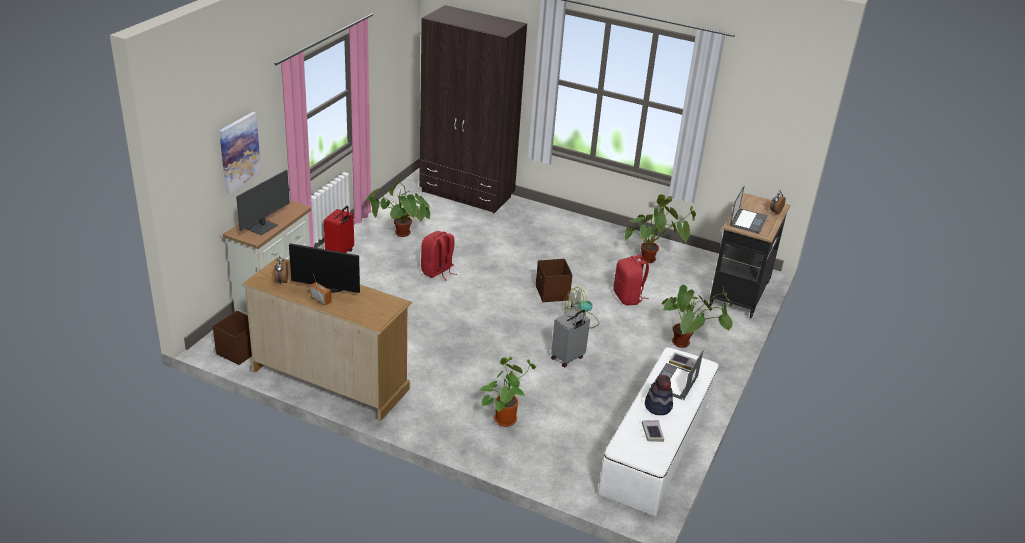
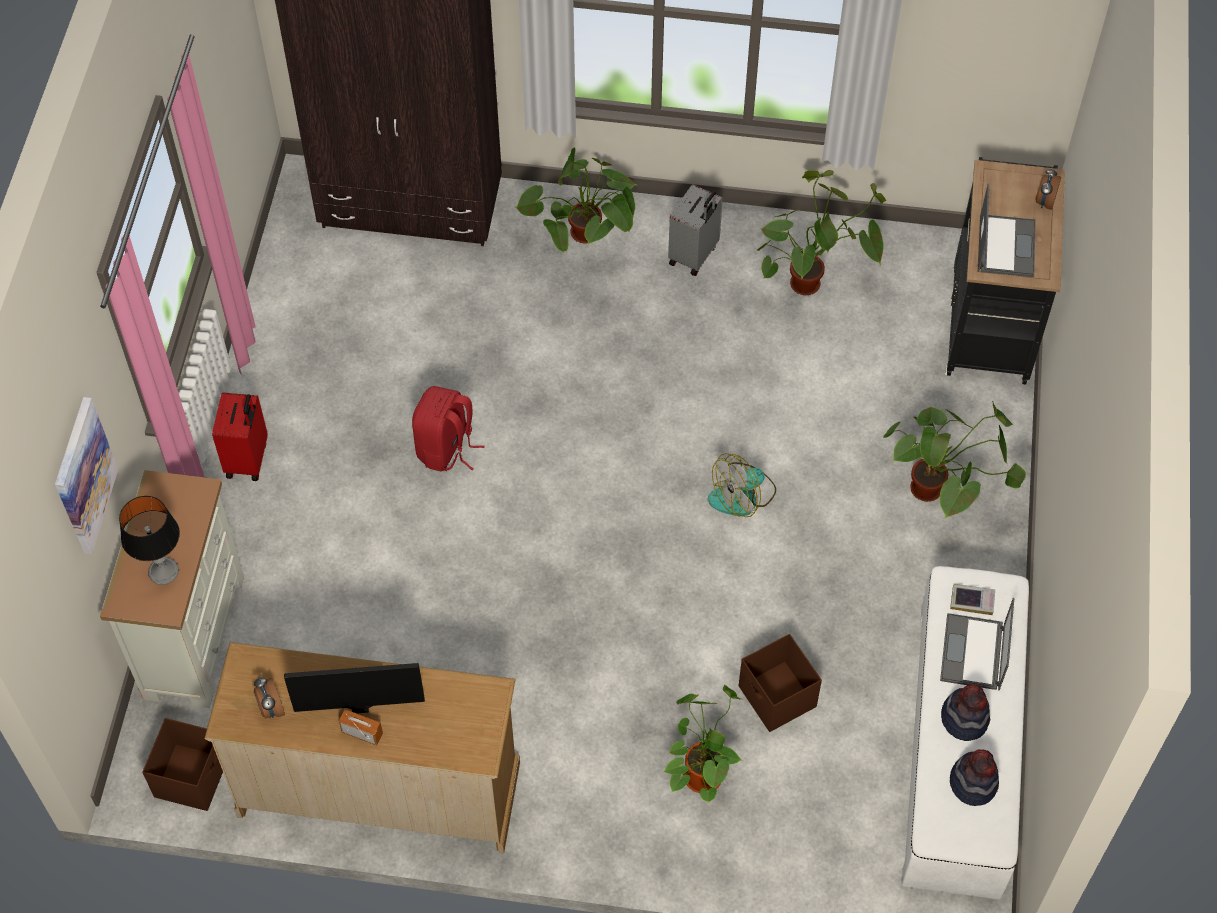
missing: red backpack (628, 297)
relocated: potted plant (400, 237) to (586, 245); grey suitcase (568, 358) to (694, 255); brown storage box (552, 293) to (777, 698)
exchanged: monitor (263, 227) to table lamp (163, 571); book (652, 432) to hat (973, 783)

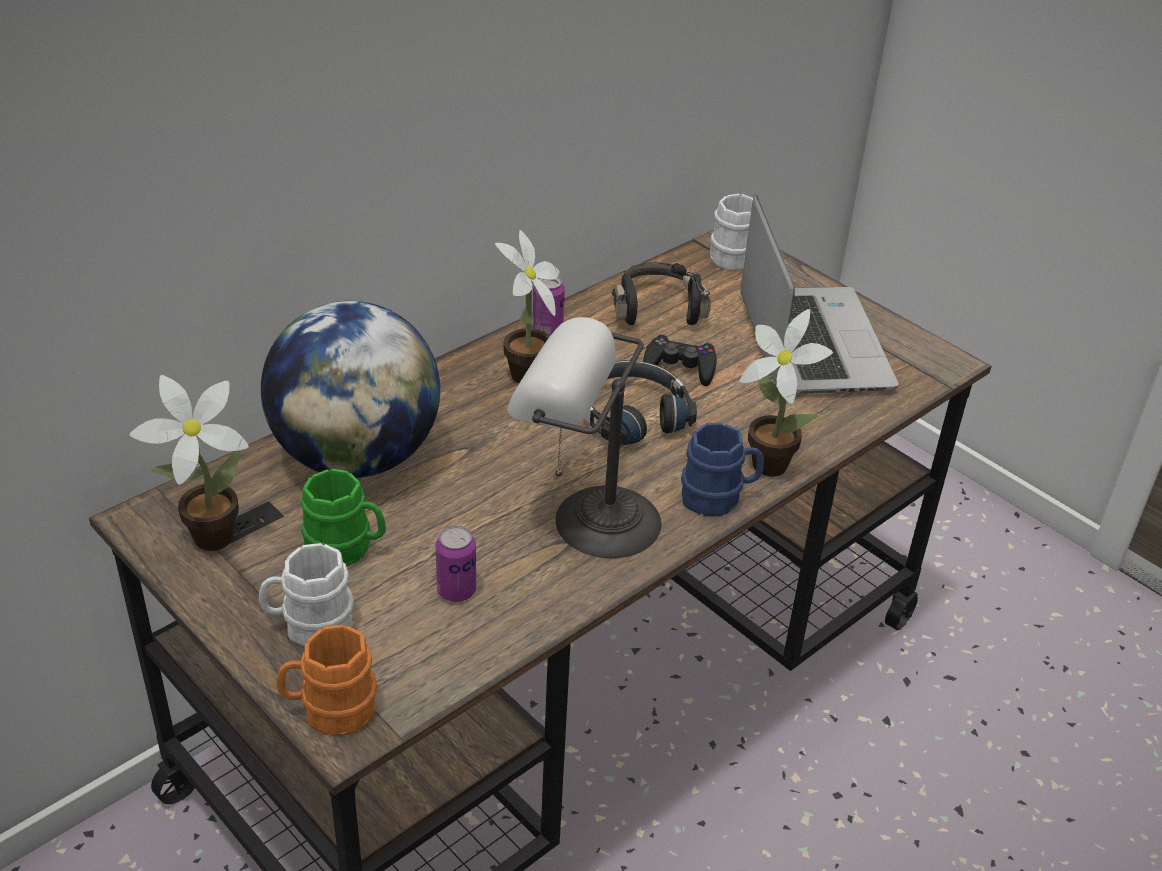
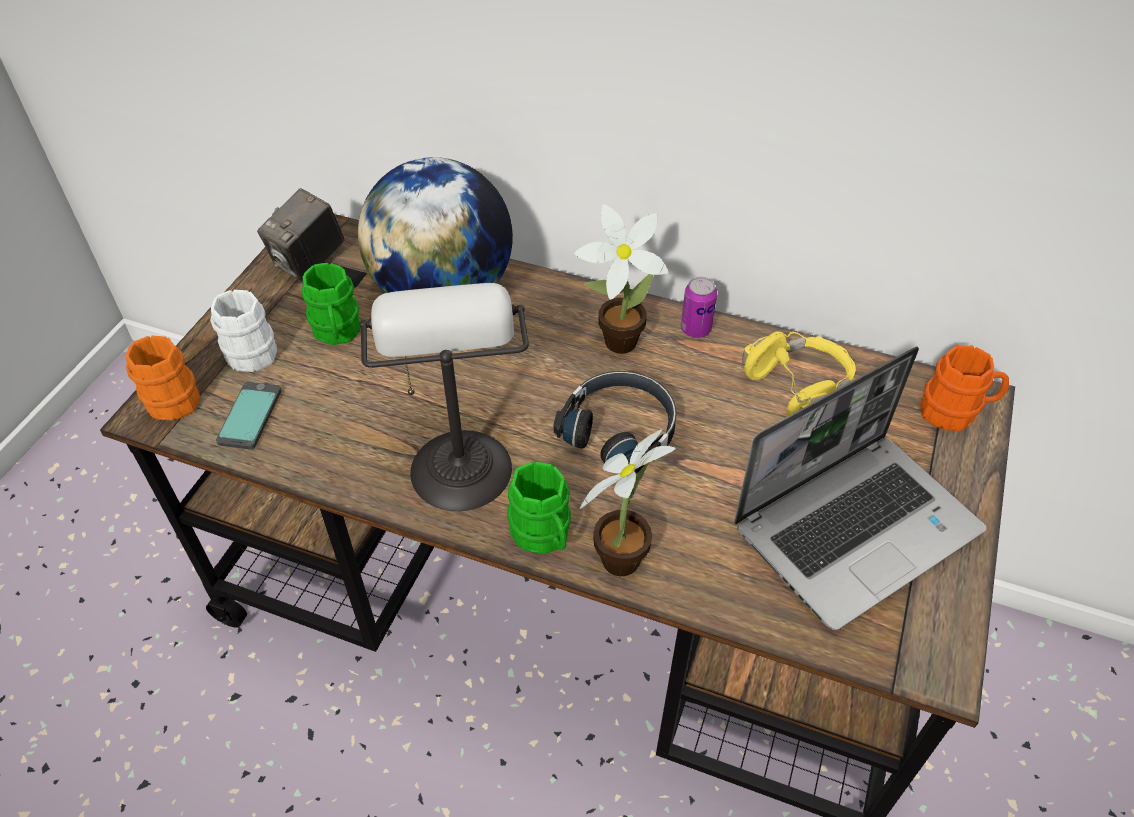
missing: can (456, 590); black game controller (679, 367)
appeared: phone (249, 416)
exchanged: potted plant (206, 538) to photo camera (309, 262)
colour: blue mug (718, 497) to green mug (544, 536); black headphones (657, 309) to yellow headphones (799, 388); white mug (735, 255) to orange mug (956, 412)

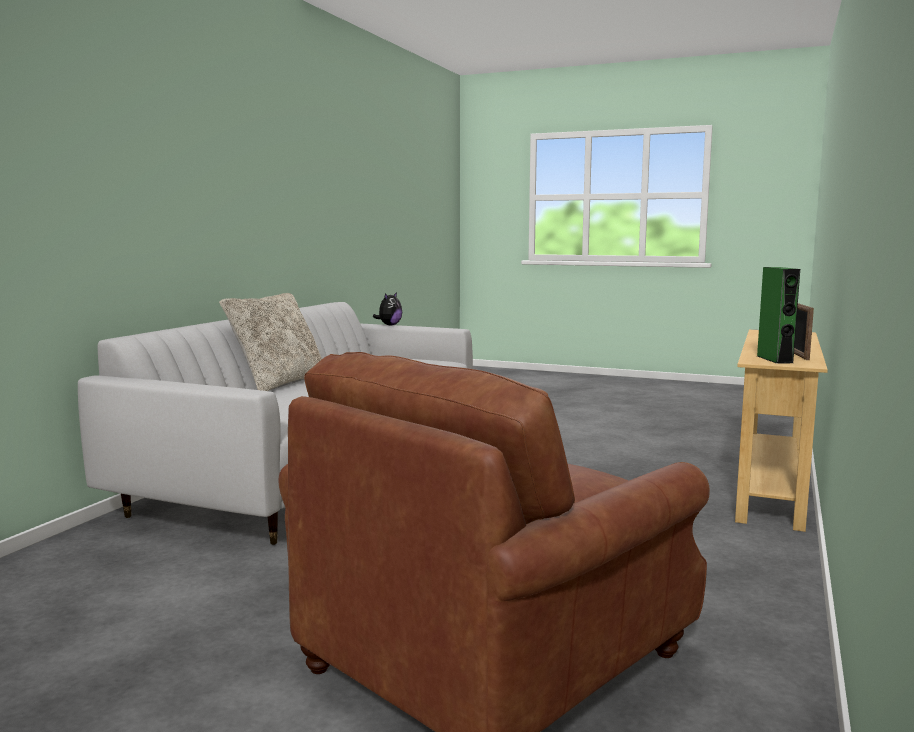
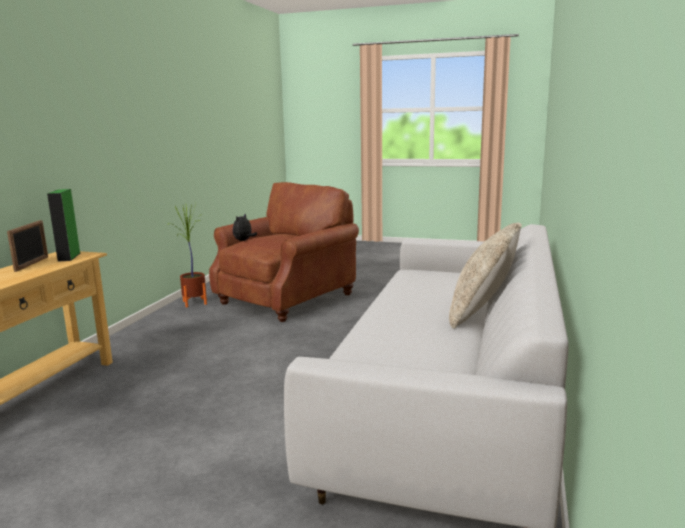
appeared: potted plant (194, 303)
relocated: plush toy (389, 325) to (244, 240)

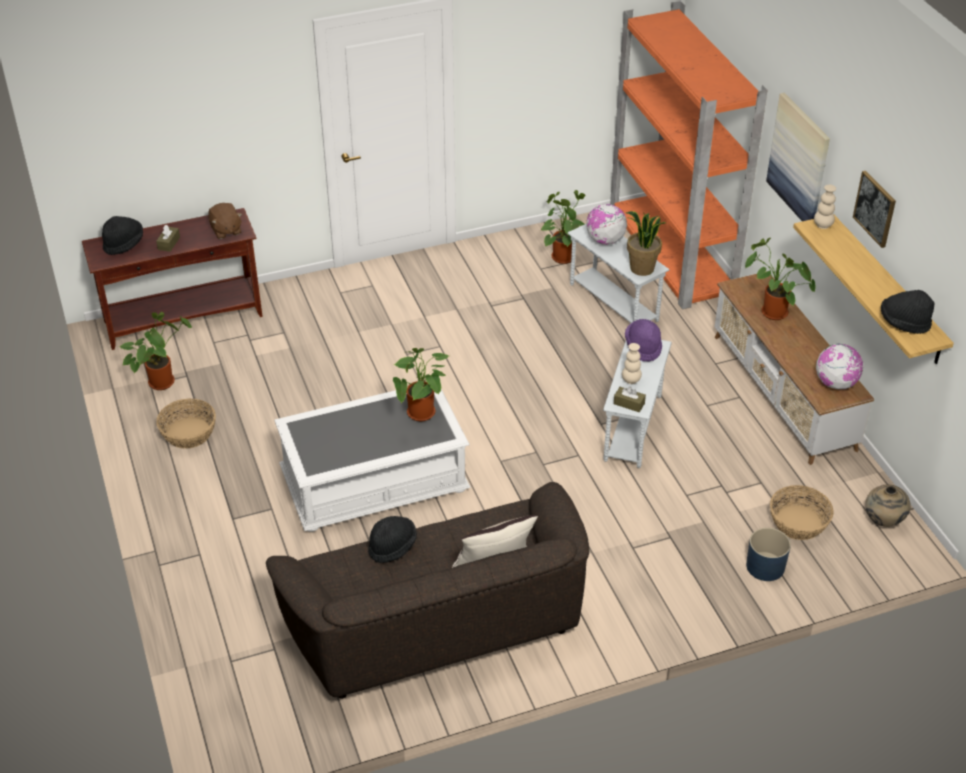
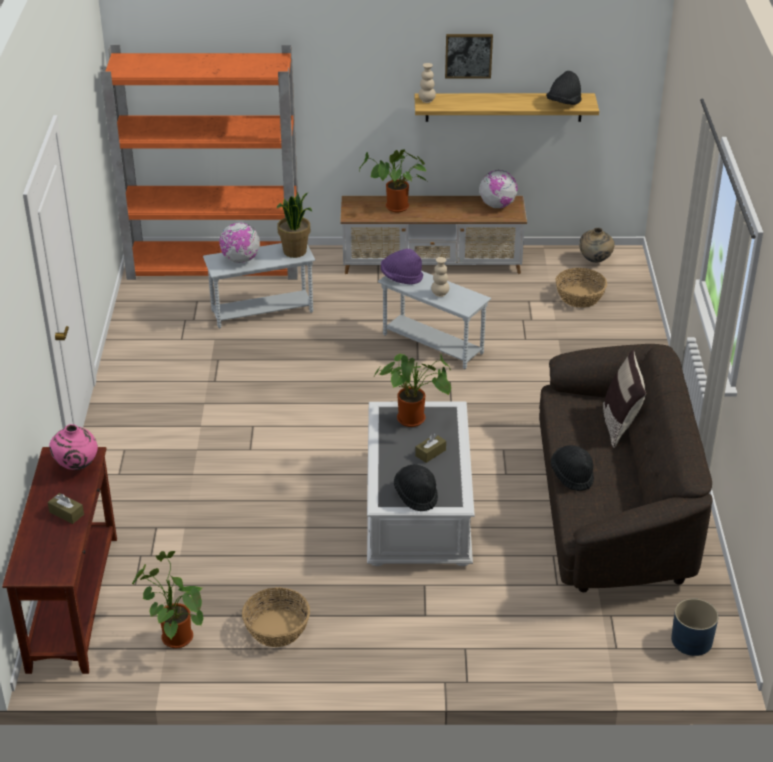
missing: potted plant (561, 256); picture (799, 160)
relocated: black hat (124, 244) to (416, 495); brown tissue box (629, 403) to (430, 453); blue planter (765, 567) to (692, 641)
exchanged: brown plush toy (226, 230) to pink vase (76, 466)

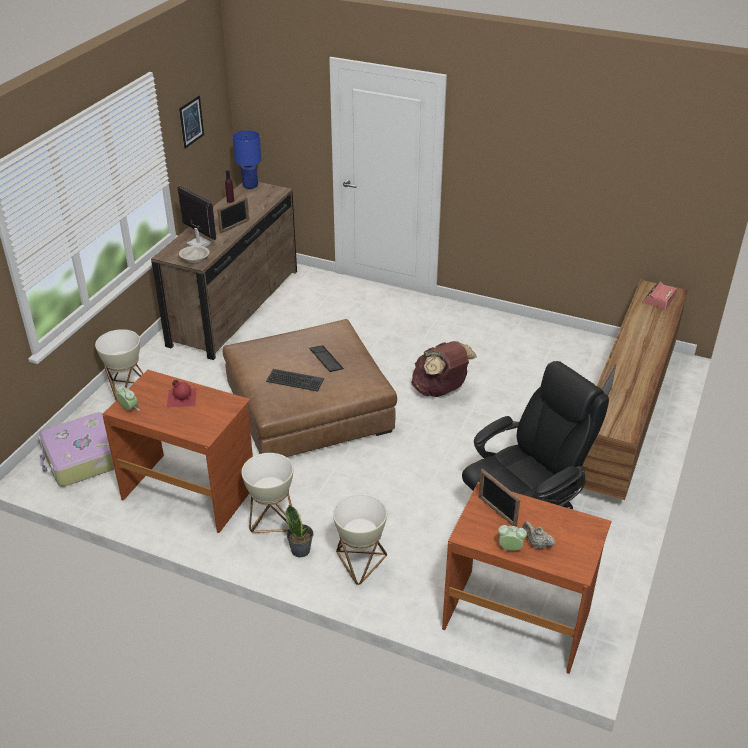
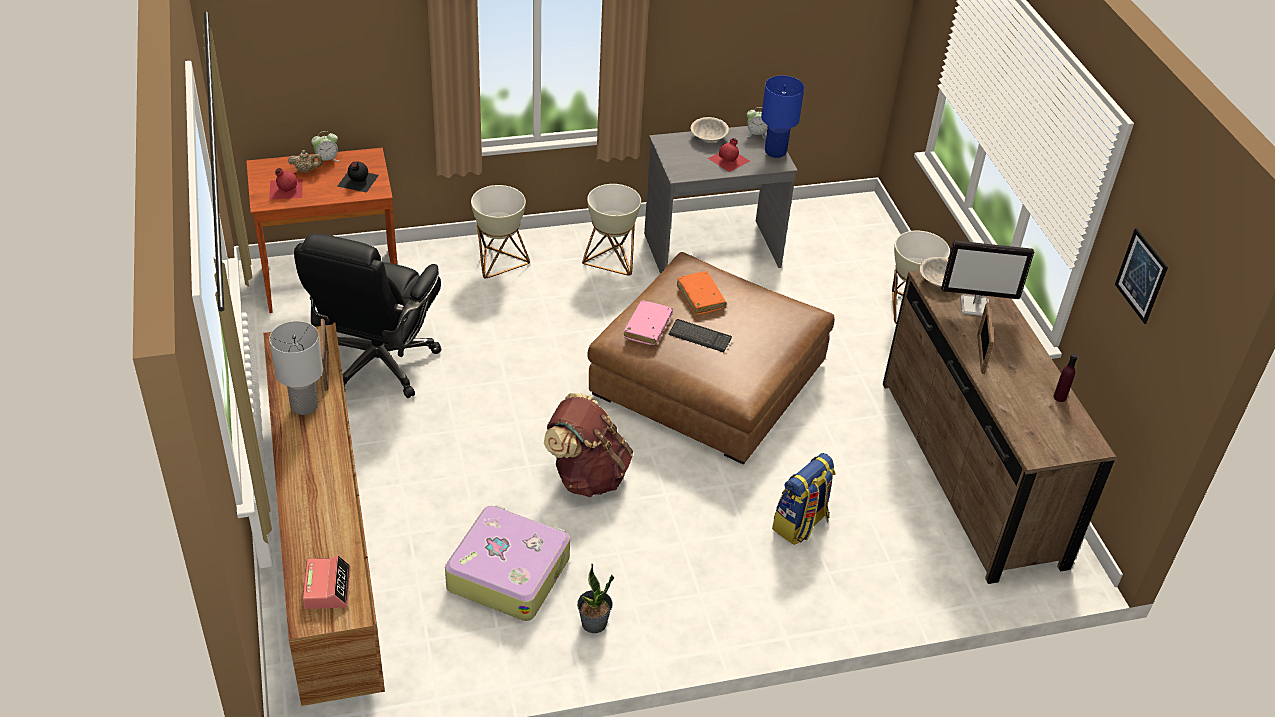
appeared: red bottle (285, 188); grey table lamp (304, 408); pink book (648, 327); beige bowl (708, 137); backpack (800, 524)
relocated: suitcase (83, 459) to (508, 572); potted plant (301, 550) to (594, 623); blue table lamp (250, 187) to (775, 153)
exchanged: picture frame (497, 511) to black bottle (357, 180); keyboard (295, 381) to orange book (700, 297)
colour: brown desk (190, 491) to grey desk (712, 251)

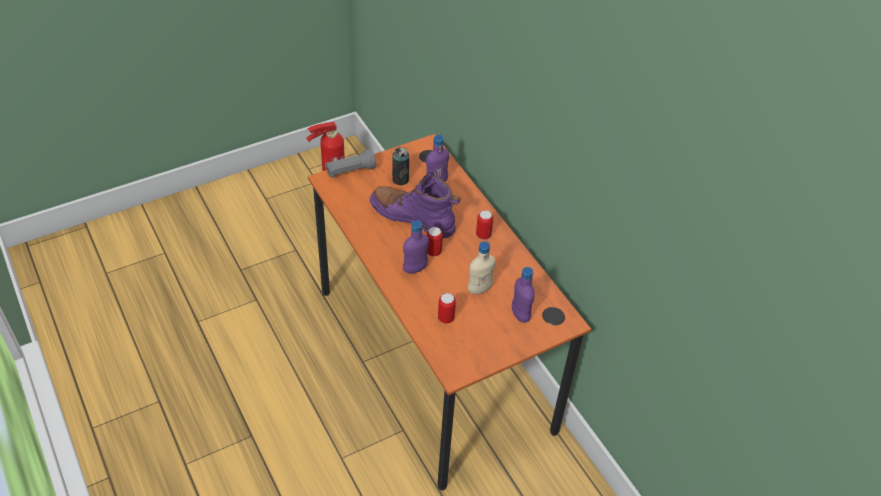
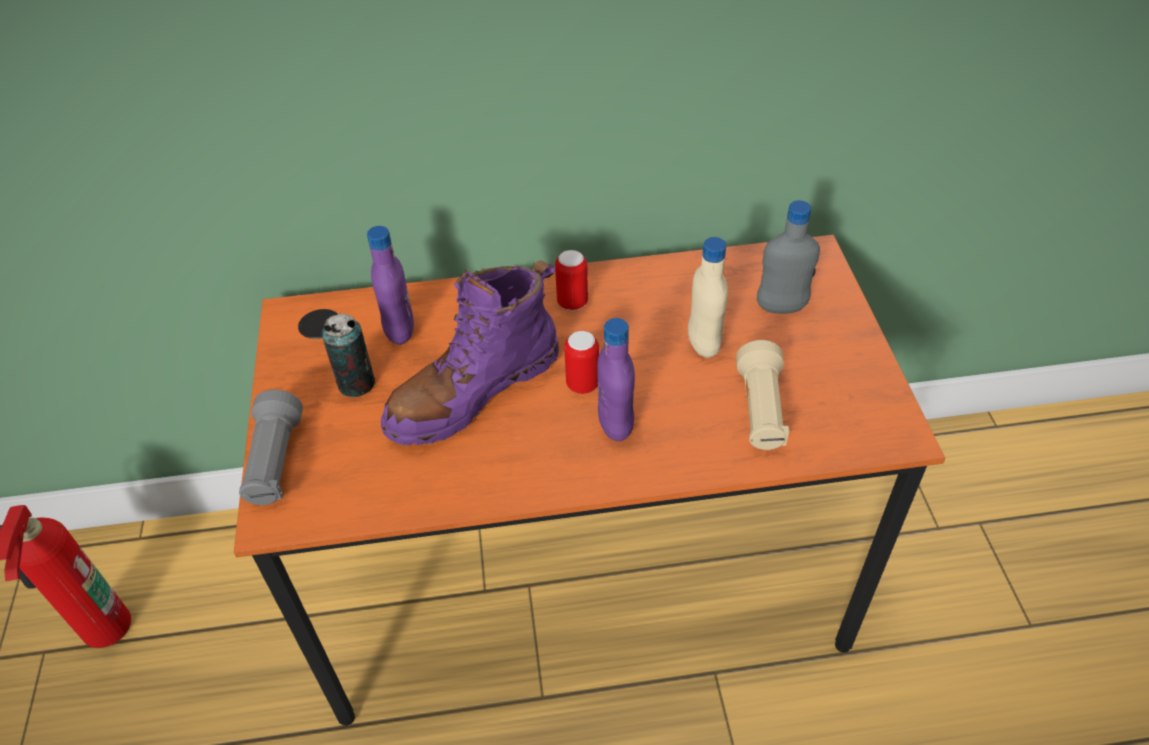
exchanged: can (446, 318) to beige flashlight (760, 411)
colour: purple bottle (520, 315) to grey bottle (781, 307)

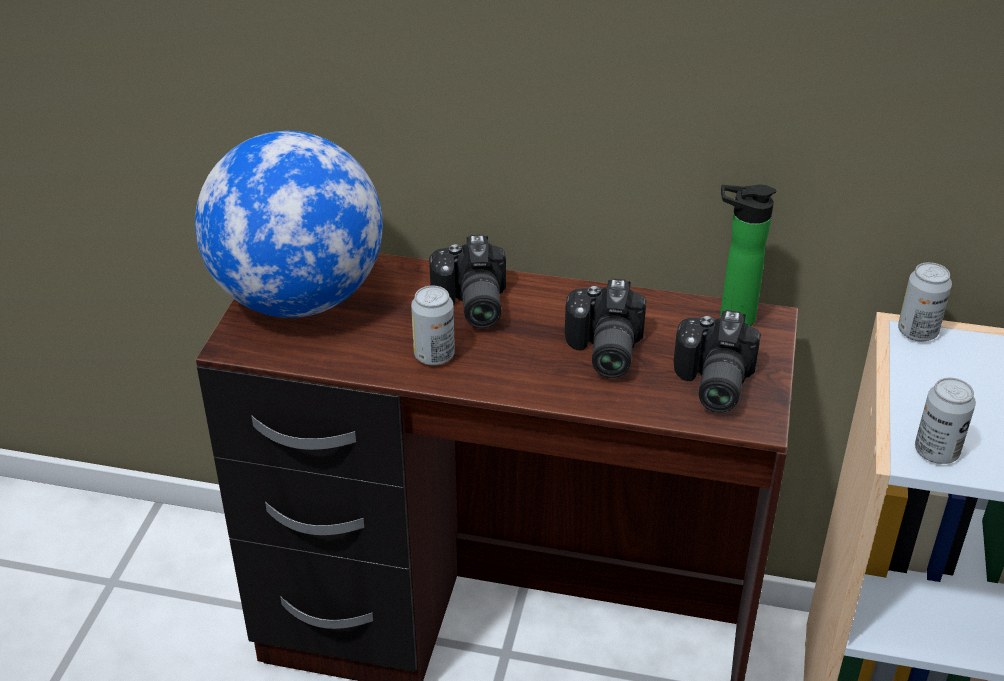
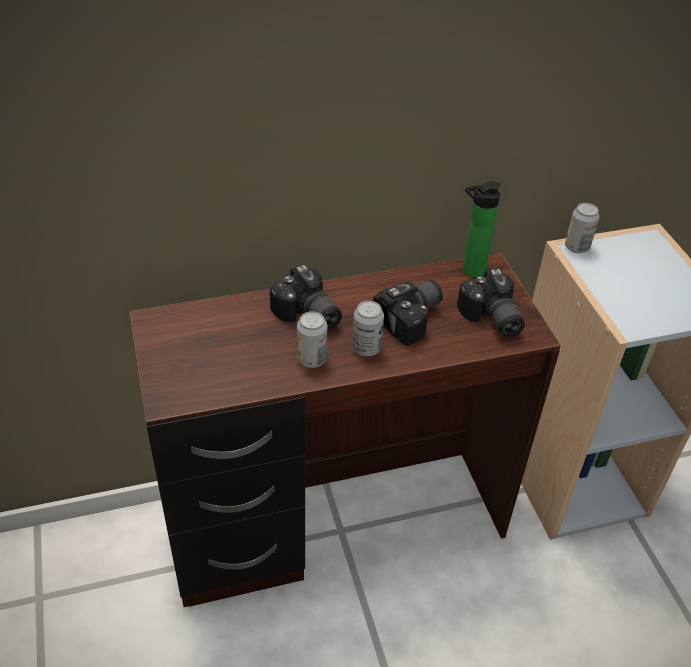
missing: globe (299, 299)
relocated: can (936, 452) to (366, 348)
spun: photo camera (602, 351) = (413, 319) 105 degrees counterclockwise

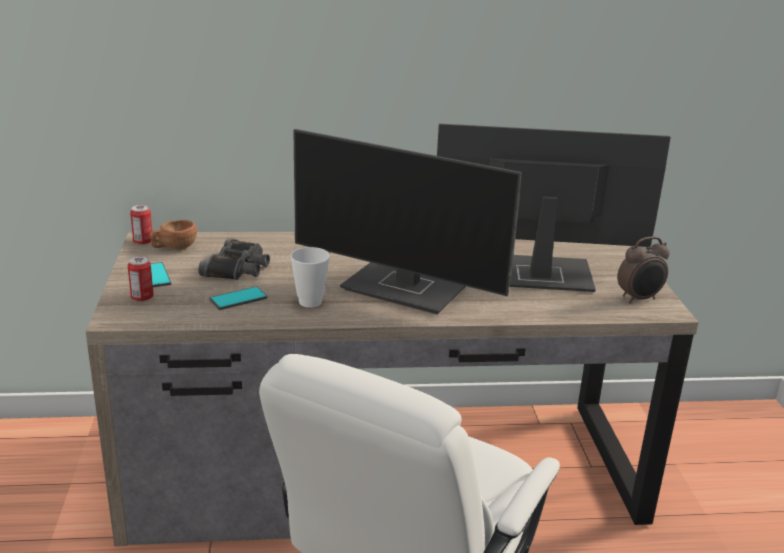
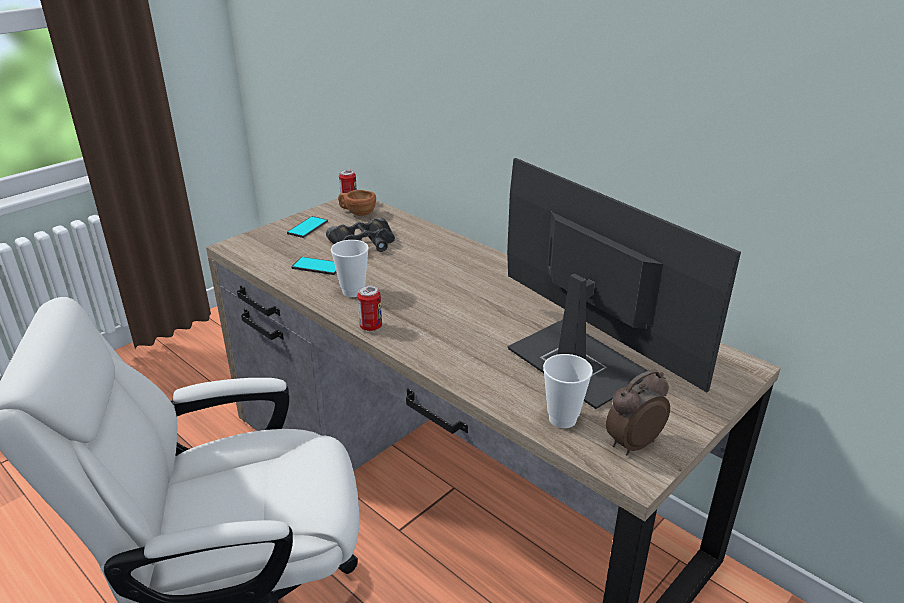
missing: monitor (406, 289)
appeared: cup (562, 419)
relocated: can (142, 298) to (371, 327)
spun: alarm clock (639, 299) = (631, 444) 120 degrees clockwise

